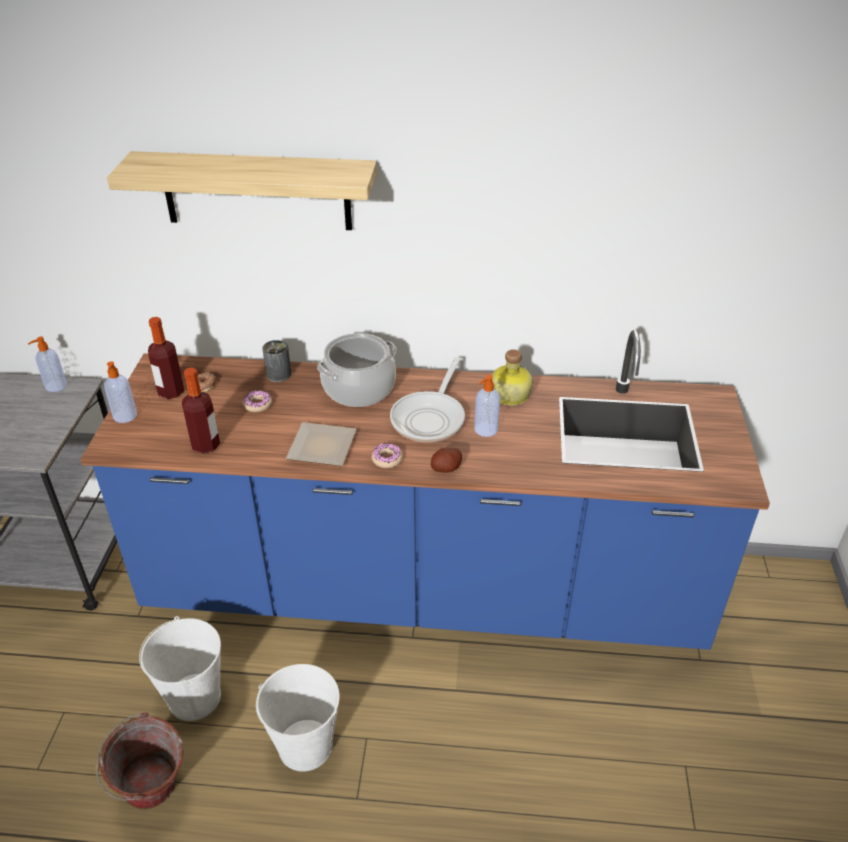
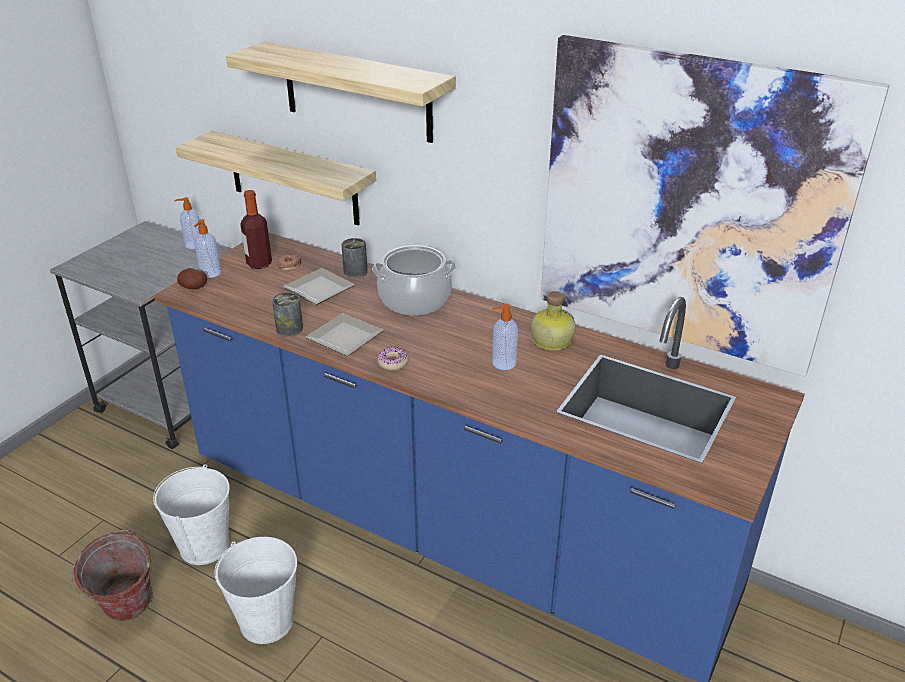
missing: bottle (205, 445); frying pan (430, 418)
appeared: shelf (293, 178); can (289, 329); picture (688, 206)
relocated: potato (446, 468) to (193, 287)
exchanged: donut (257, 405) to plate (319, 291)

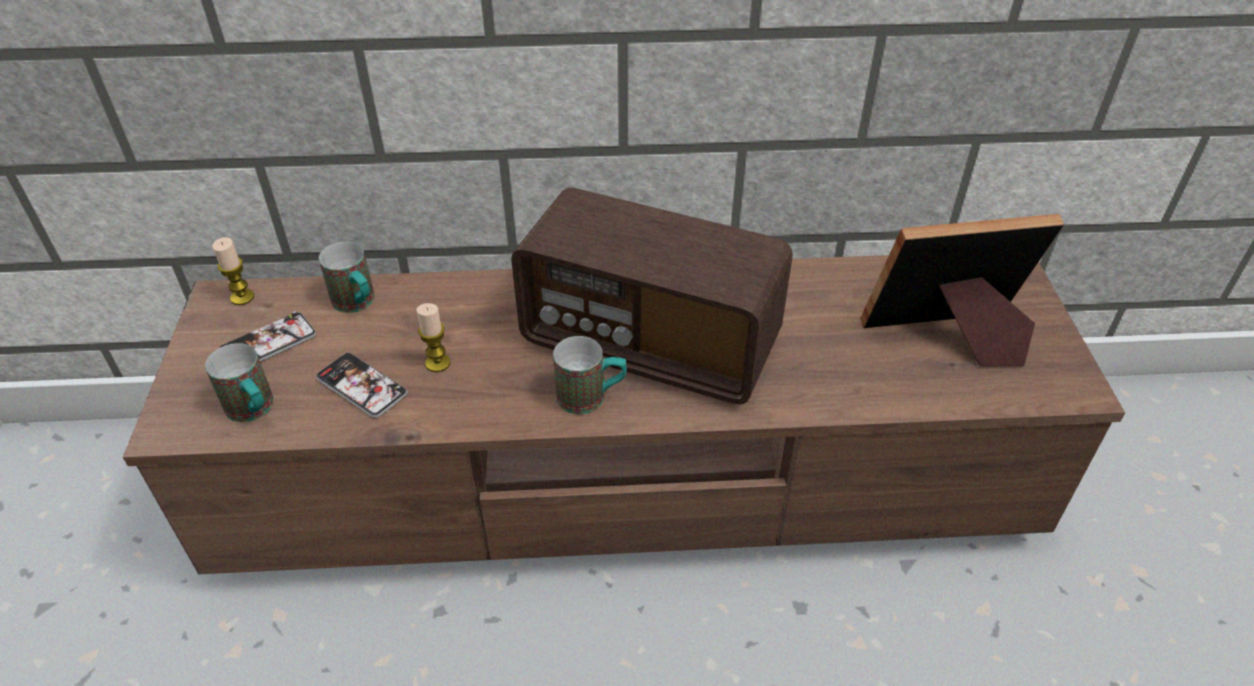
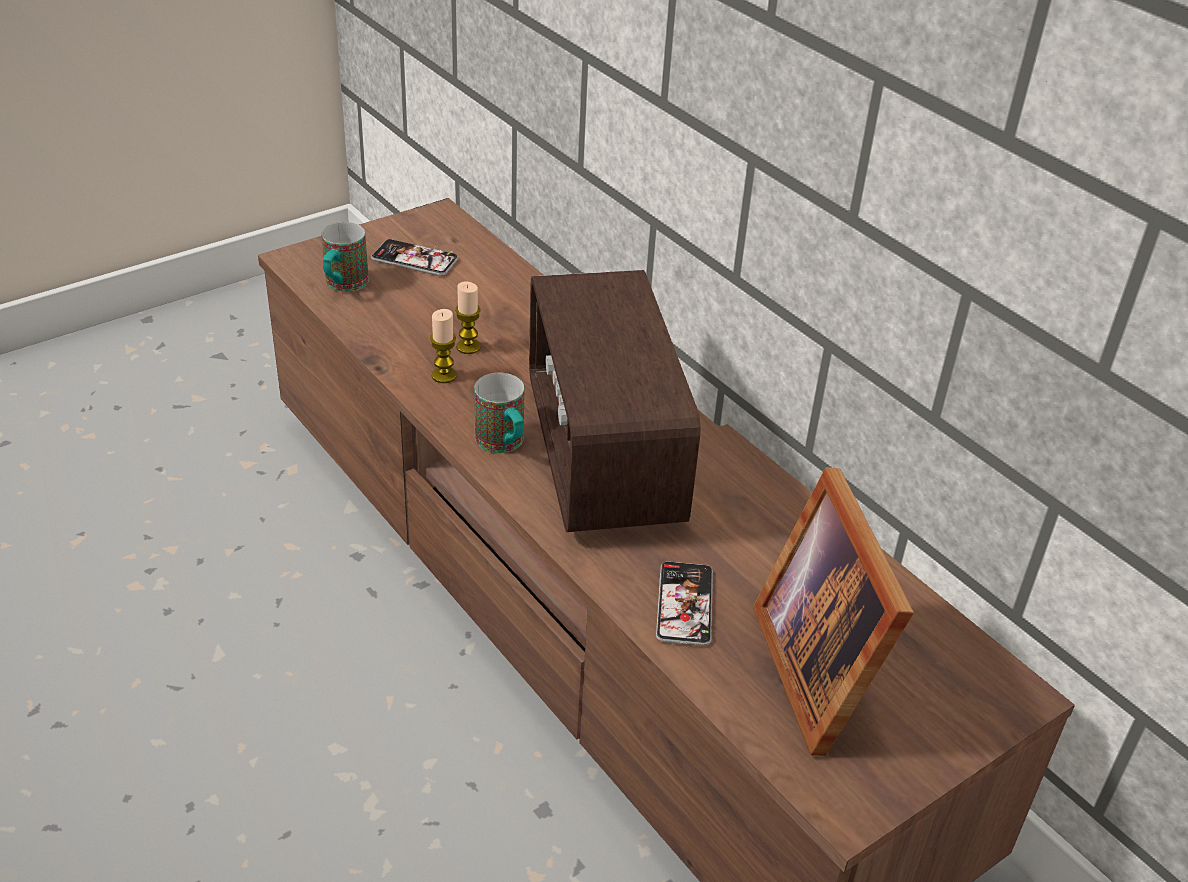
missing: mug (358, 304)
relocated: candle (242, 297) to (444, 375); phone (361, 386) to (684, 604)
spun: picture frame (949, 338) = (824, 667) 150 degrees counterclockwise

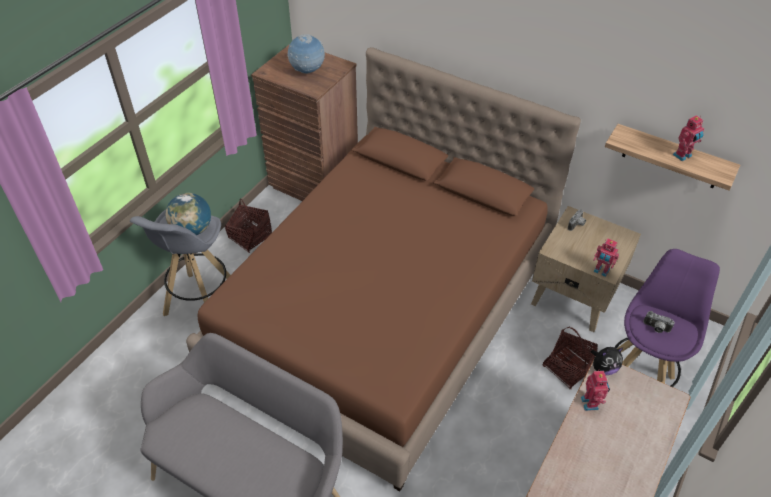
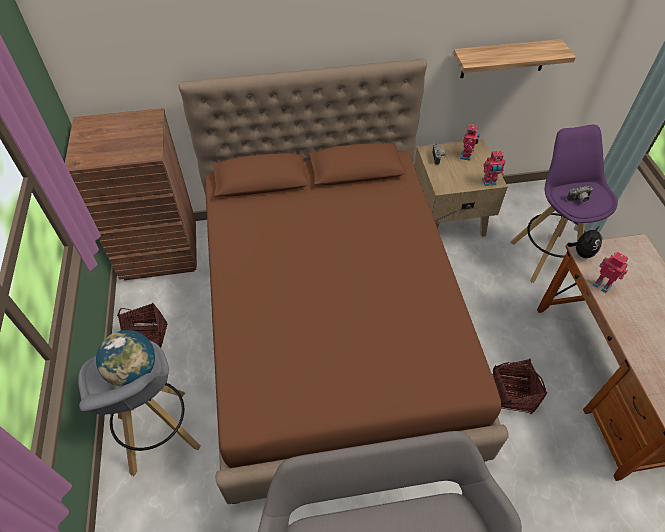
missing: globe (307, 71)
relocated: toy robot (683, 156) to (466, 156); basket (567, 368) to (511, 394)

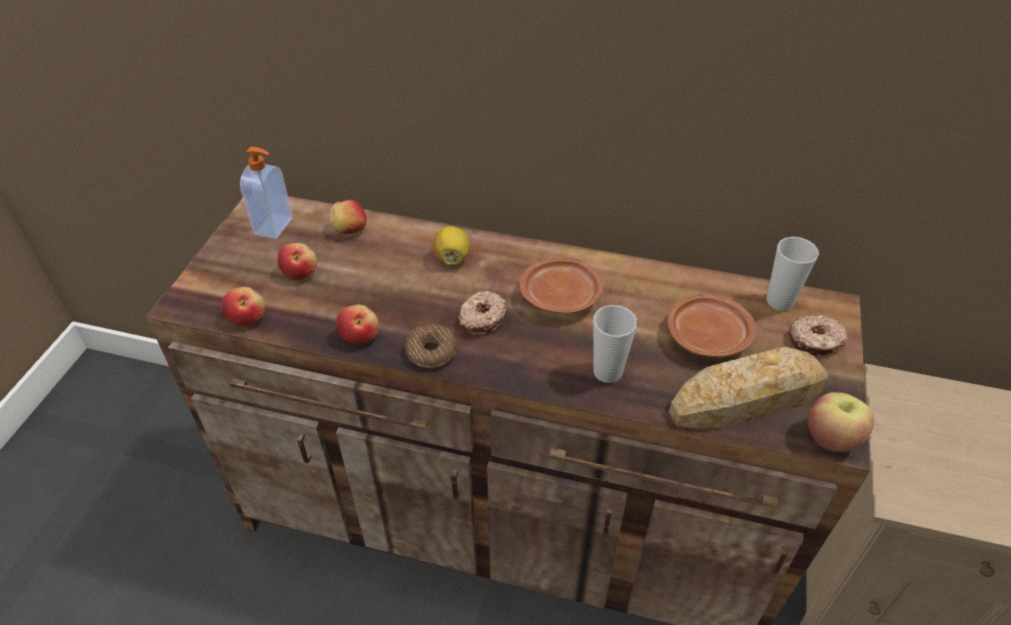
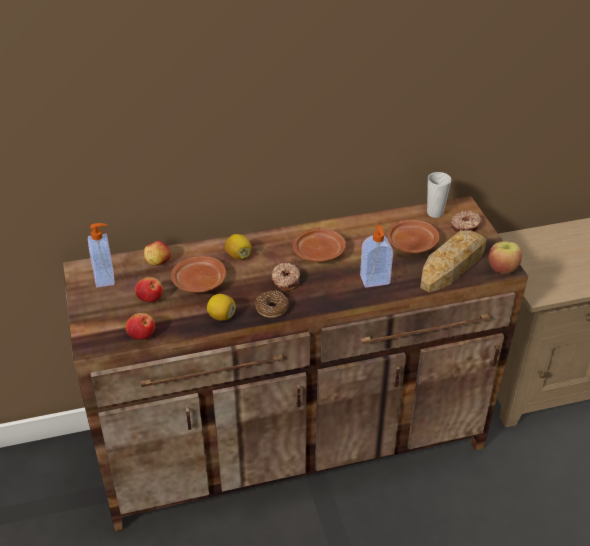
appeared: brown plate (199, 282)
exchanged: apple (359, 335) to lemon (221, 316); cup (607, 372) to soap dispenser (375, 281)

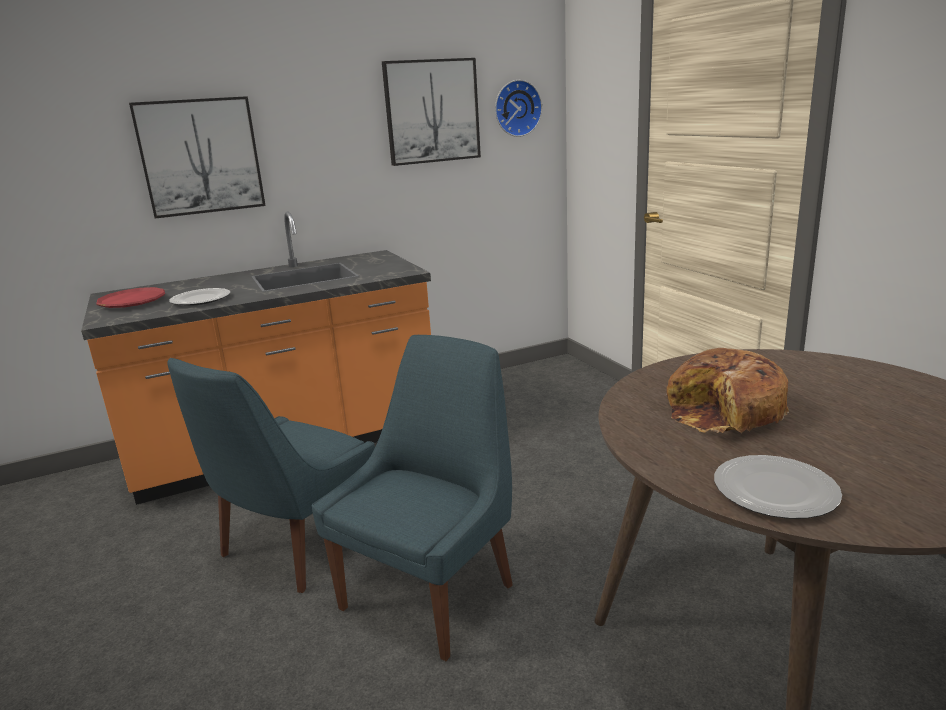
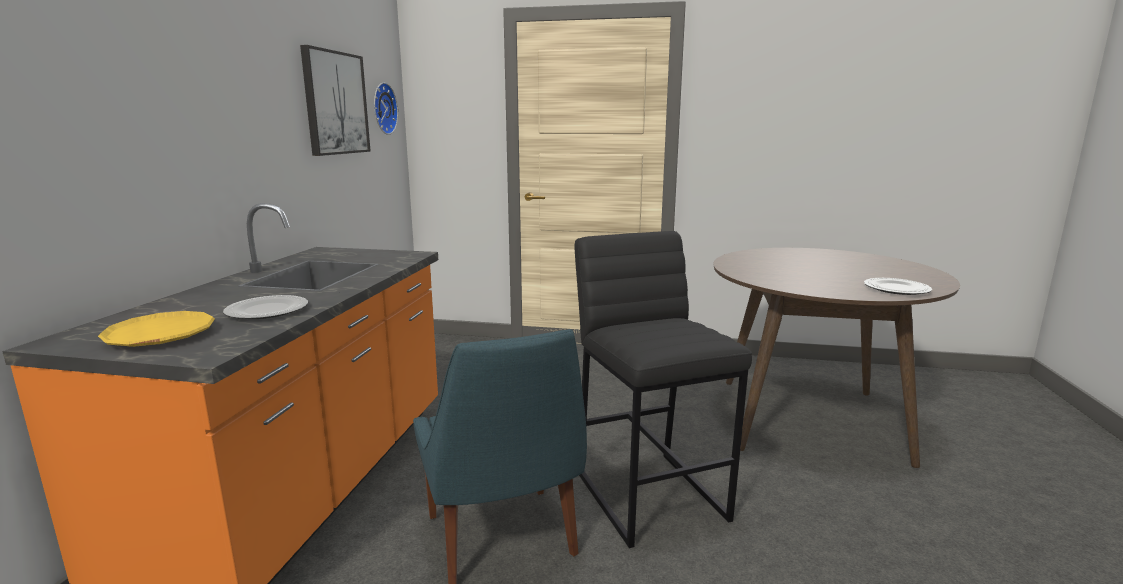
missing: picture (200, 156); bread (725, 412)
exchanged: blue chair (432, 593) to black stool (648, 494)
colour: red plate (132, 302) to yellow plate (160, 335)

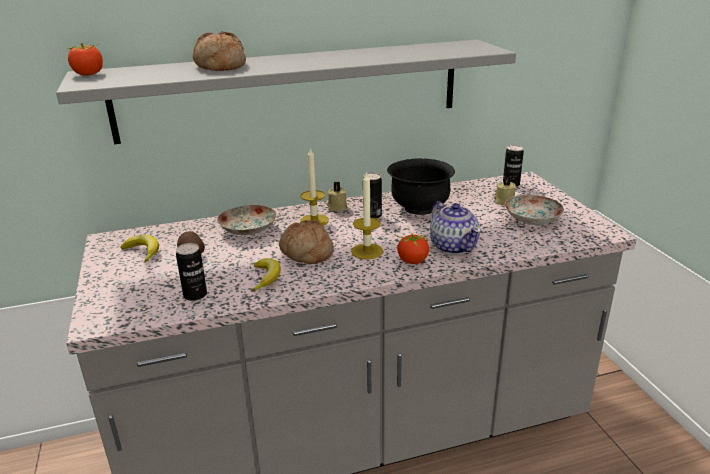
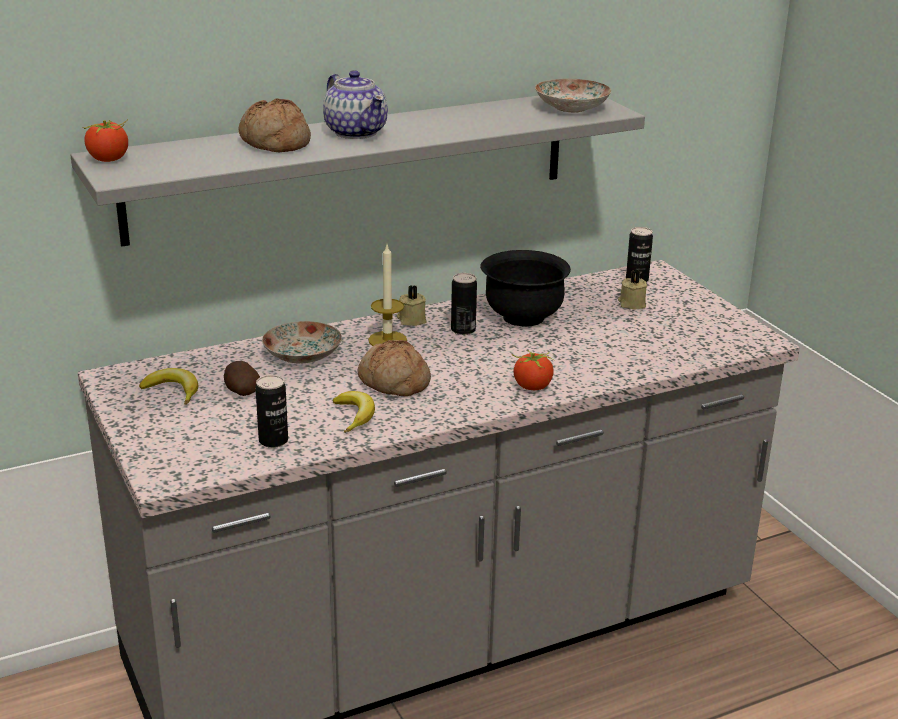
missing: candle (367, 251)
relocated: teapot (453, 246) to (356, 132); plate (533, 219) to (573, 107)

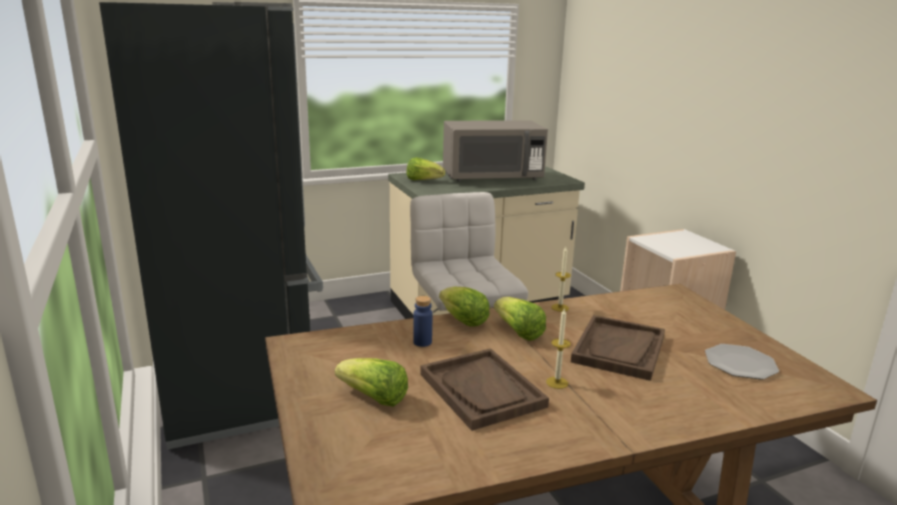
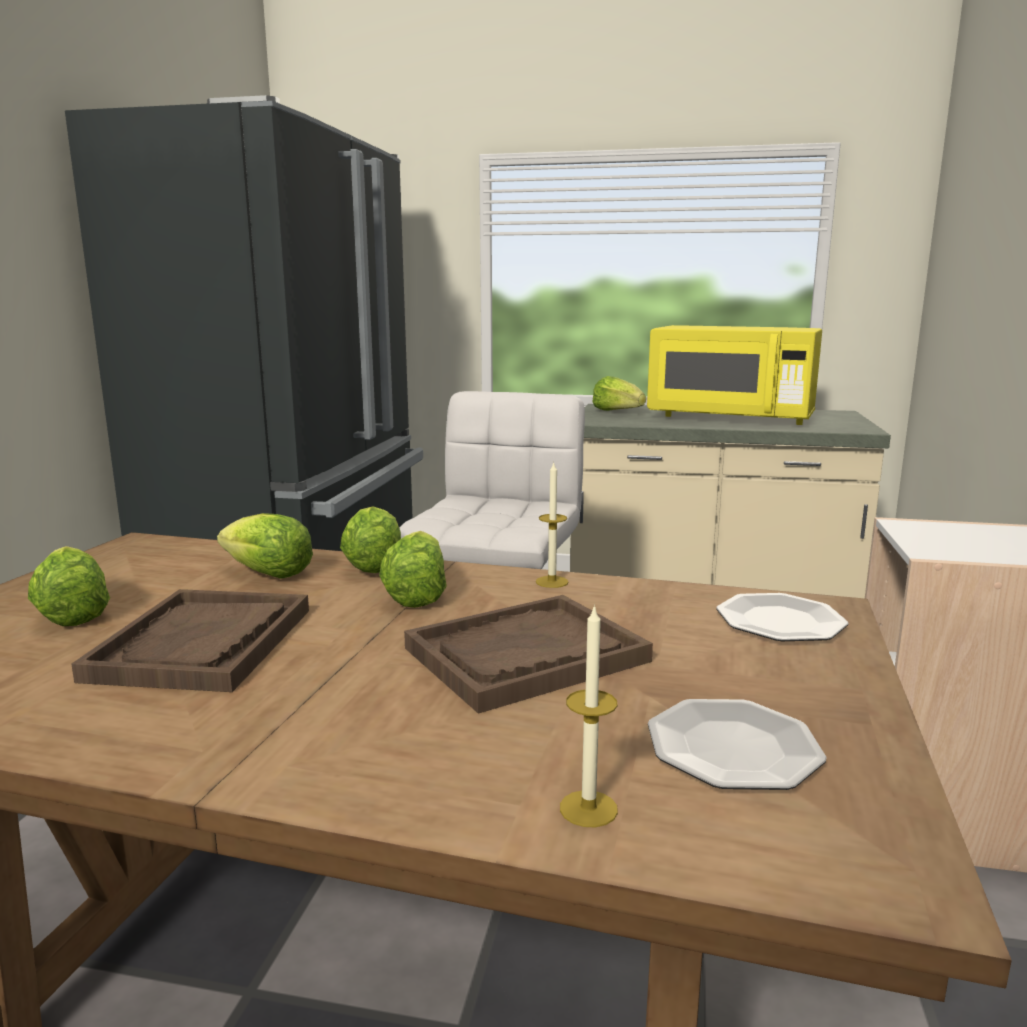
appeared: plate (780, 621)
relocated: candle (557, 382) to (588, 809)
exchanged: blue bottle (422, 342) to lettuce (268, 574)
colour: grey microwave (492, 178) to yellow microwave (731, 417)

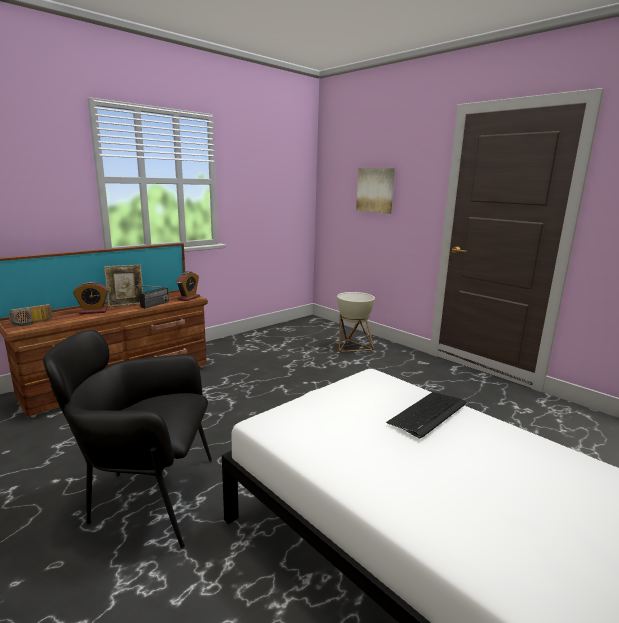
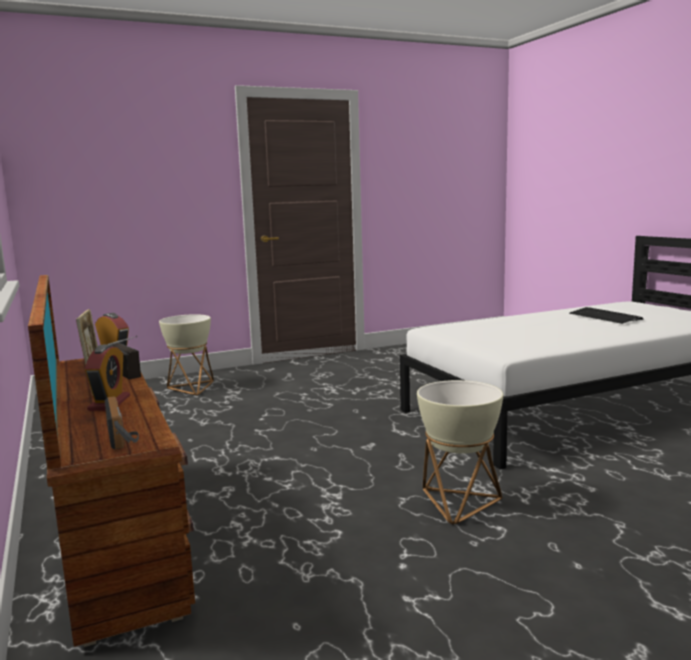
missing: picture (375, 190)
relocated: keyboard (428, 414) to (604, 317)
exchanged: black armchair (145, 498) to planter (458, 505)

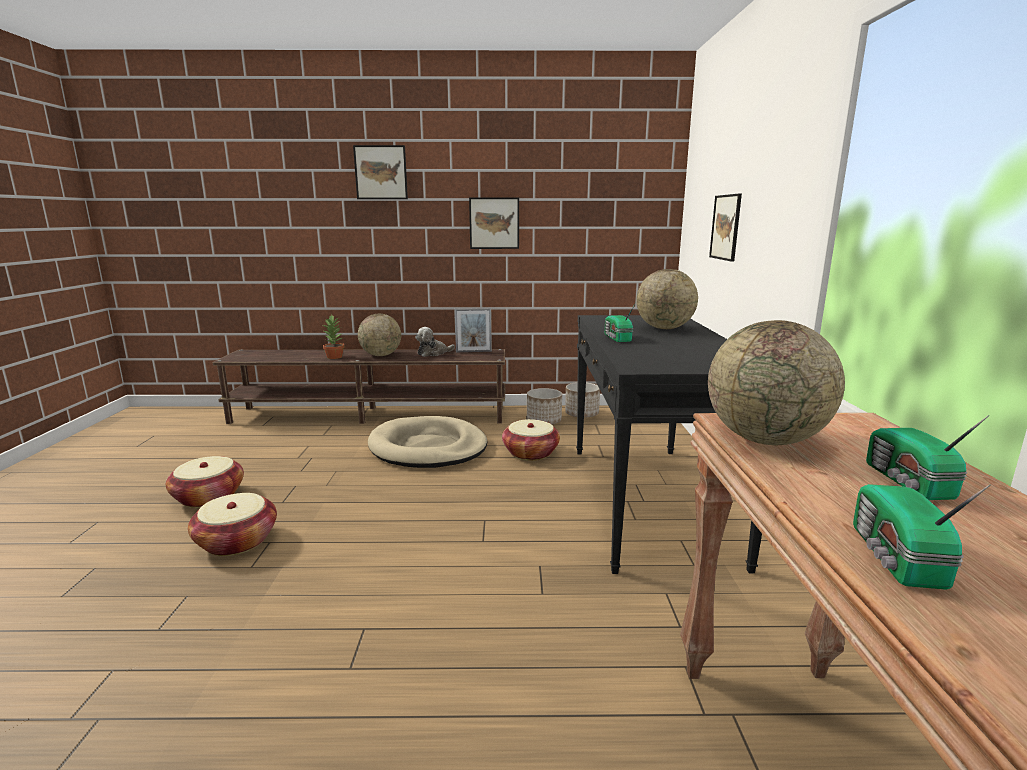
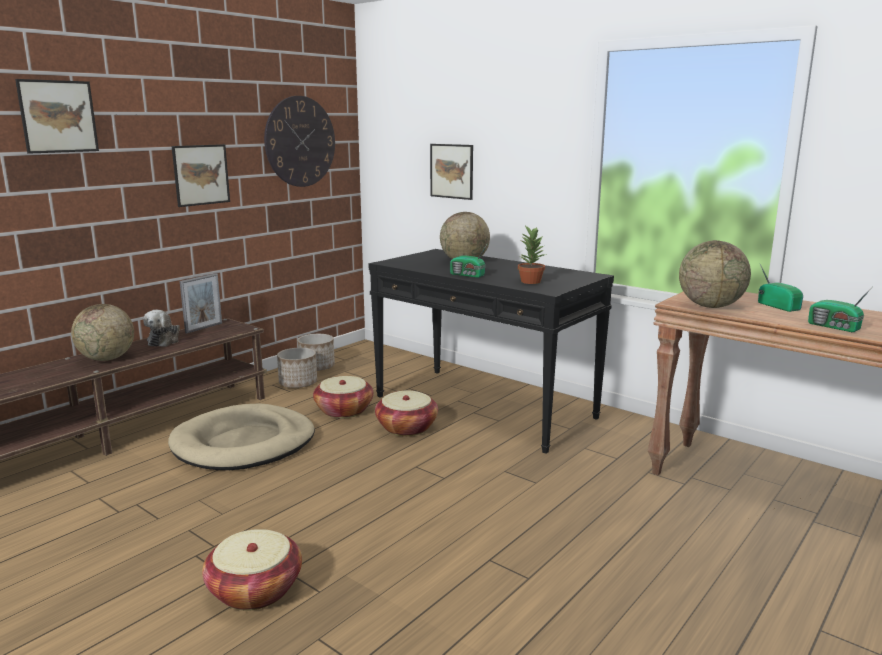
appeared: wall clock (300, 141)
relocated: basket (209, 497) to (406, 428); potted plant (335, 357) to (530, 281)
spun: radio (908, 482) = (778, 306) 150 degrees counterclockwise

